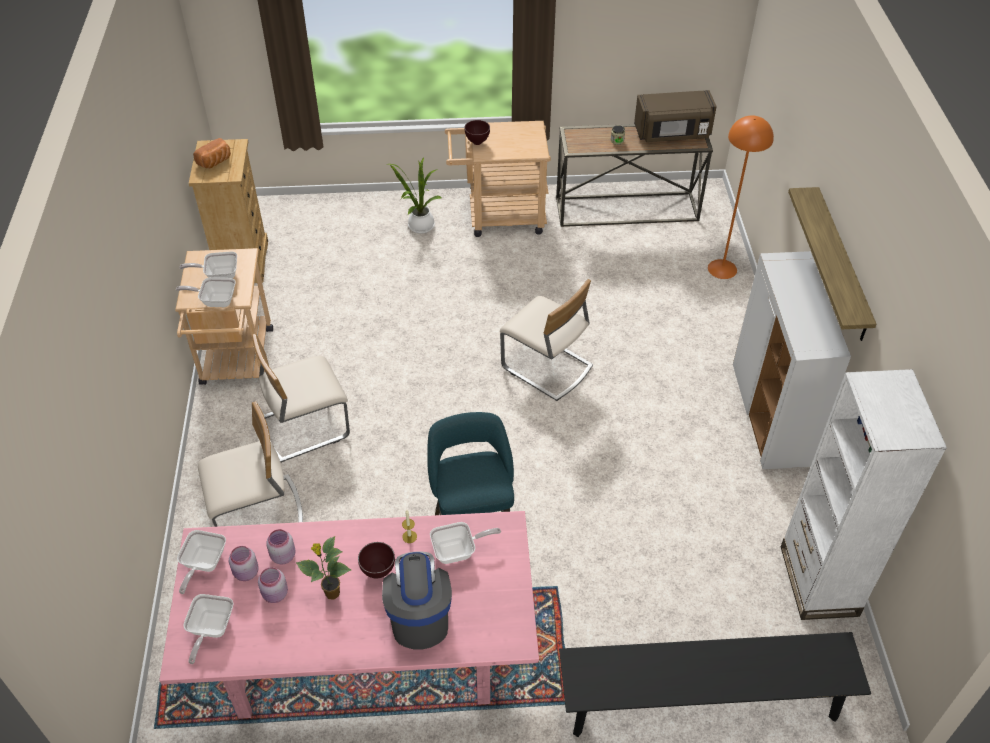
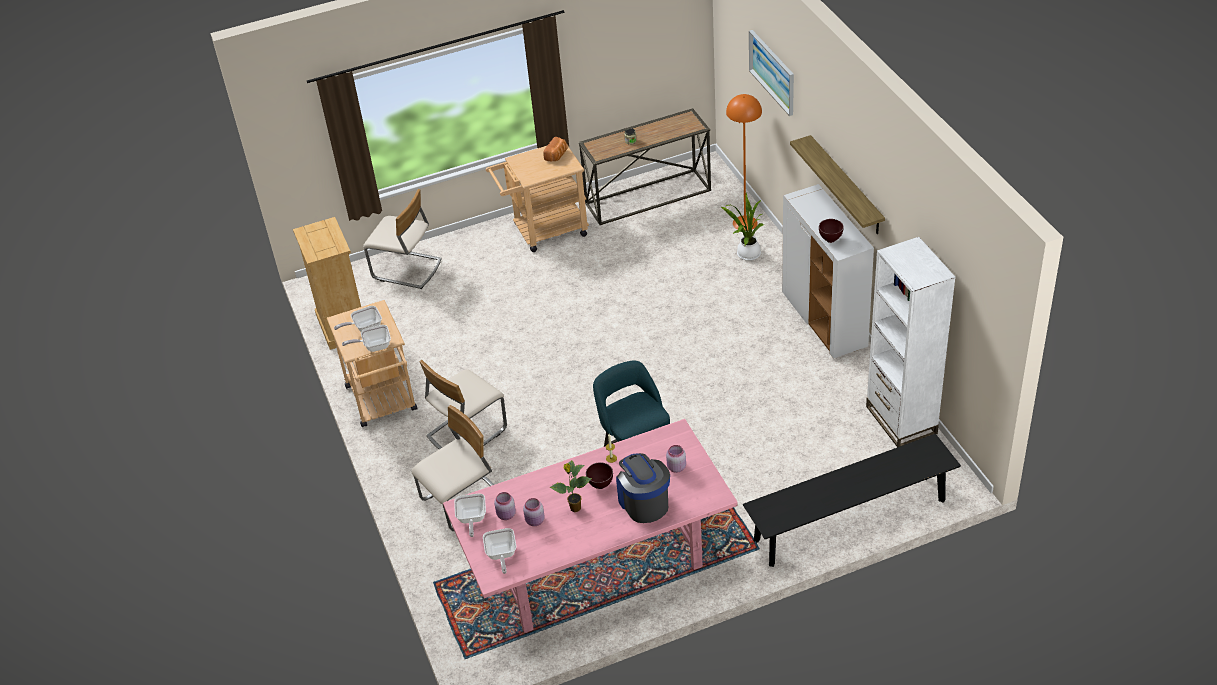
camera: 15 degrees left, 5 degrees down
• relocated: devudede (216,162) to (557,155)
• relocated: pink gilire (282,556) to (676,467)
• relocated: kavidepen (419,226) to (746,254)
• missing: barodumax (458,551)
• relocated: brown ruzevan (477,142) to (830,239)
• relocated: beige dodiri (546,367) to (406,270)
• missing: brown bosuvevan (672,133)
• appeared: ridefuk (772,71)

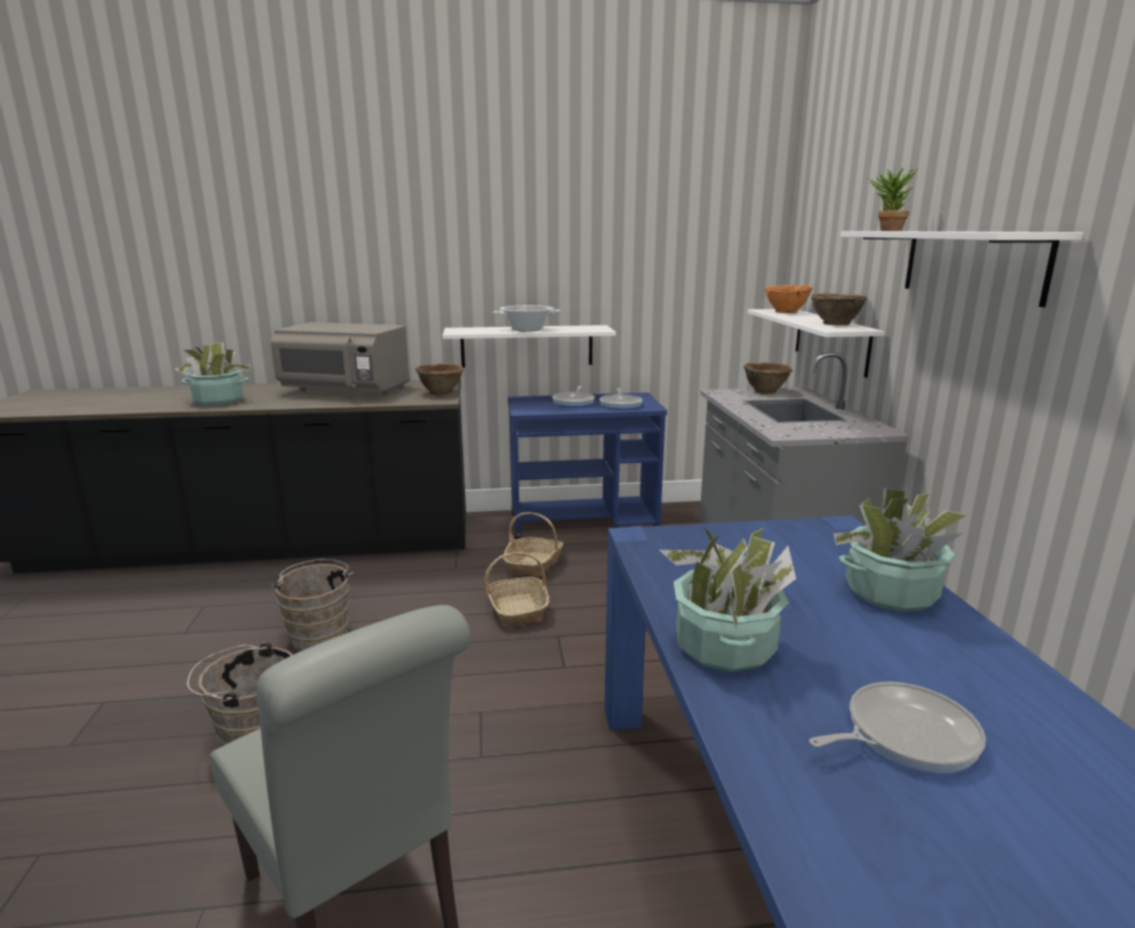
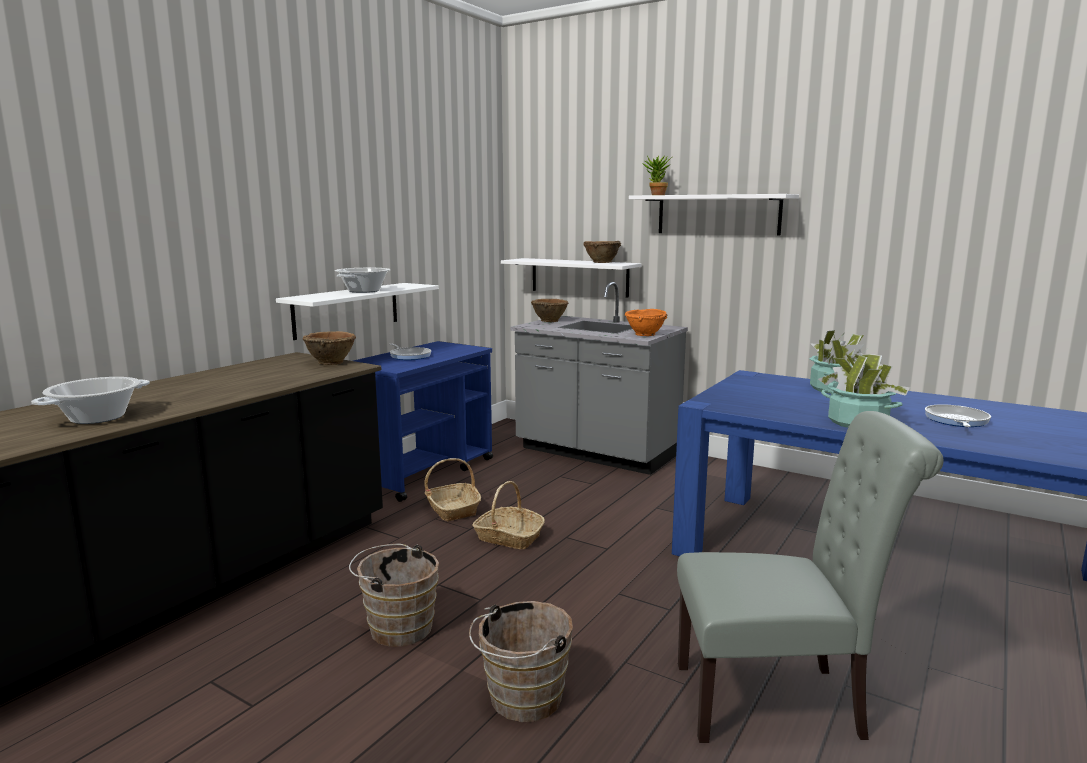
camera: 50 degrees left, 5 degrees down
• exchanged: kavidepen (219,400) to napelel (97,418)
• missing: grey bosuvevan (345,390)
• missing: barodumax (620,404)
• relocated: orange ruzevan (785,312) to (645,334)

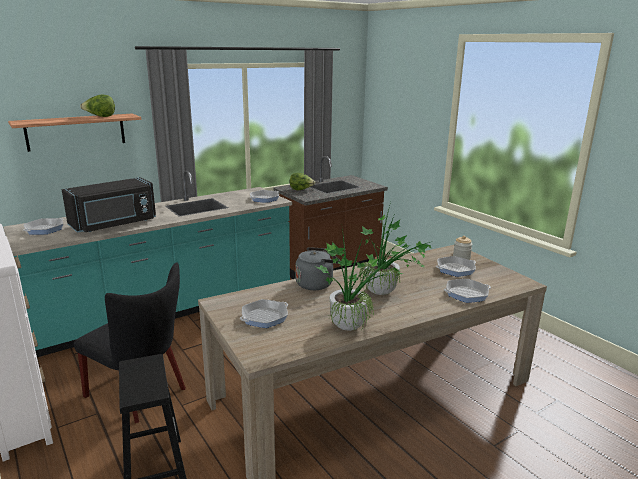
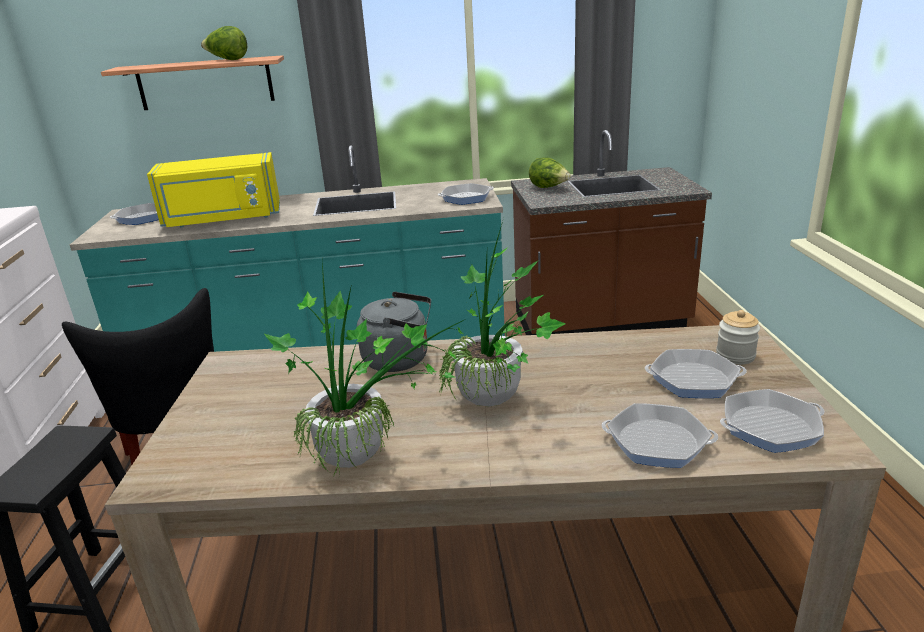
camera: 30 degrees right, 5 degrees up
• colour: black bosuvevan (114,224) to yellow bosuvevan (223,219)
• relocated: barodumax (264,317) to (770,427)

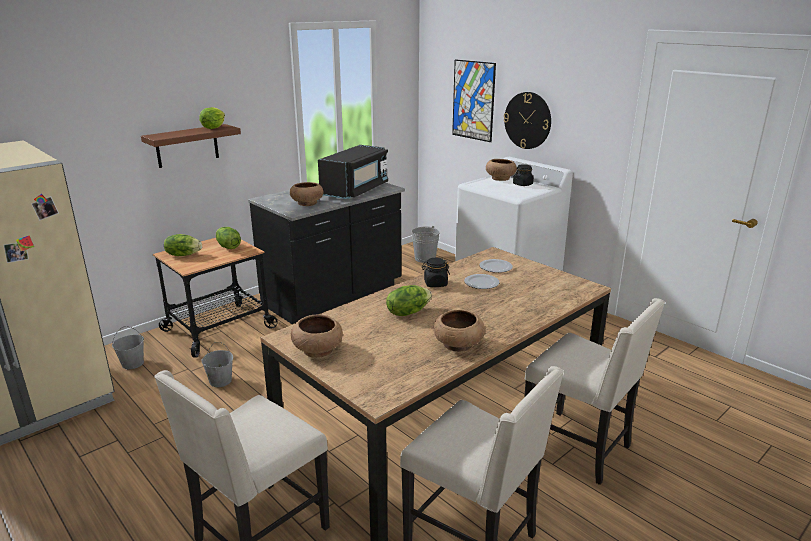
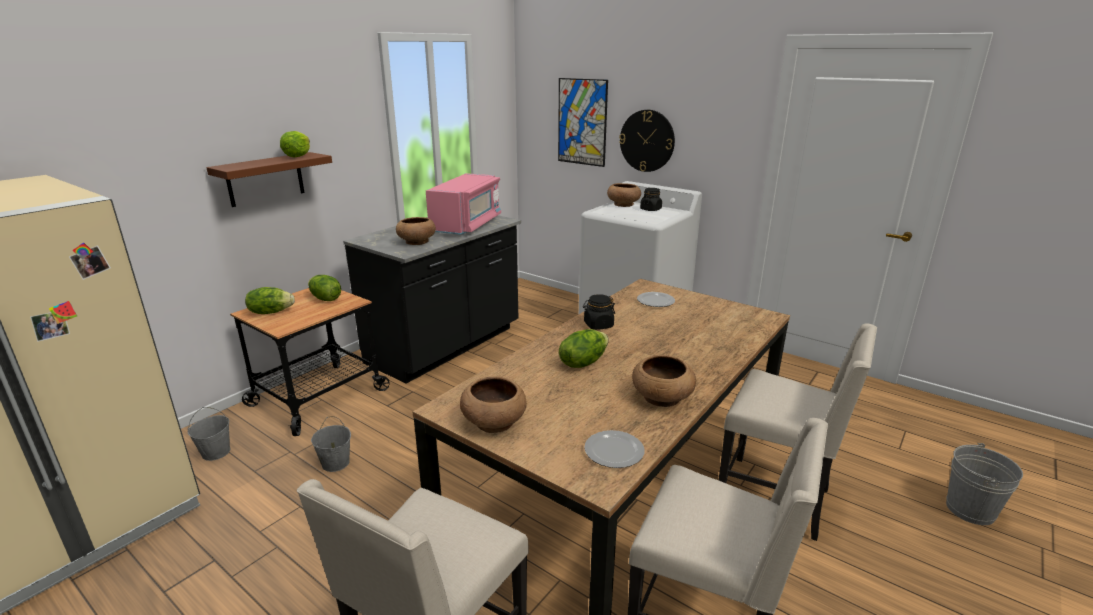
camera: 10 degrees left, 0 degrees up
• colour: black bosuvevan (355,190) to pink bosuvevan (467,225)
• relocated: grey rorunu (425,258) to (970,509)
• relocated: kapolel (481,283) to (614,450)

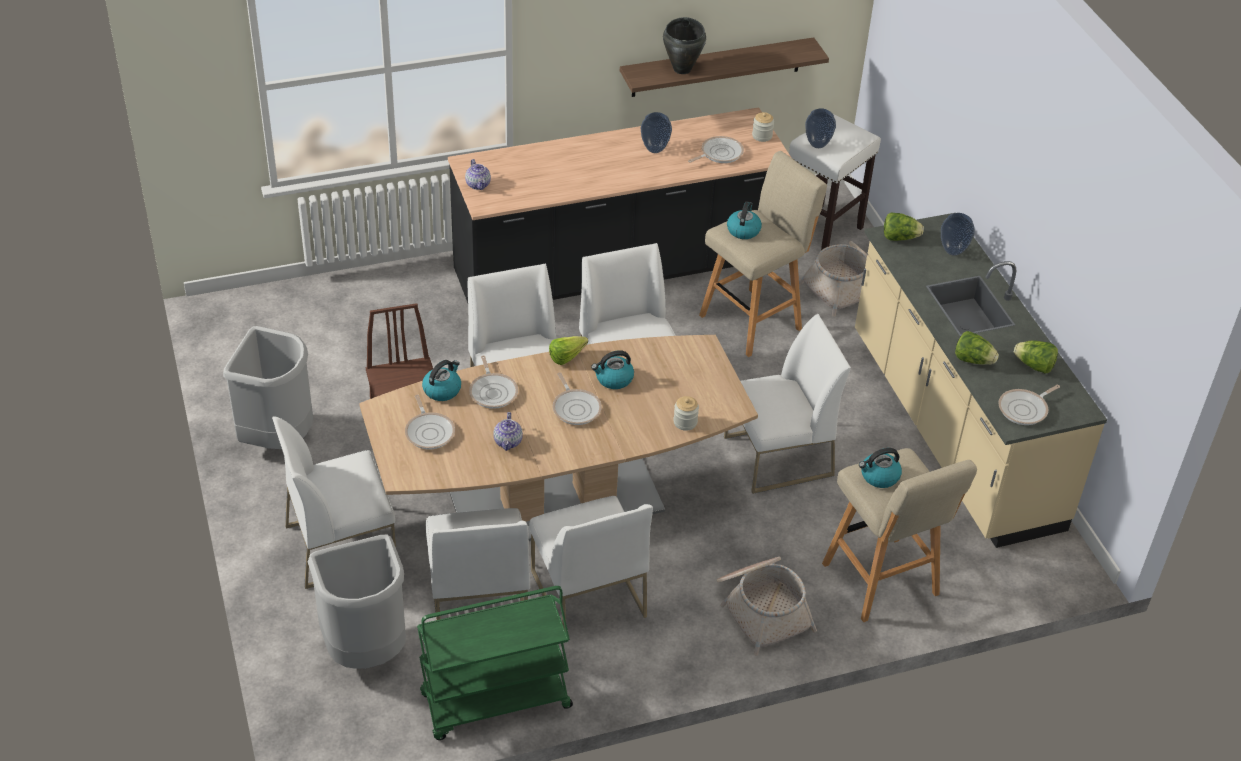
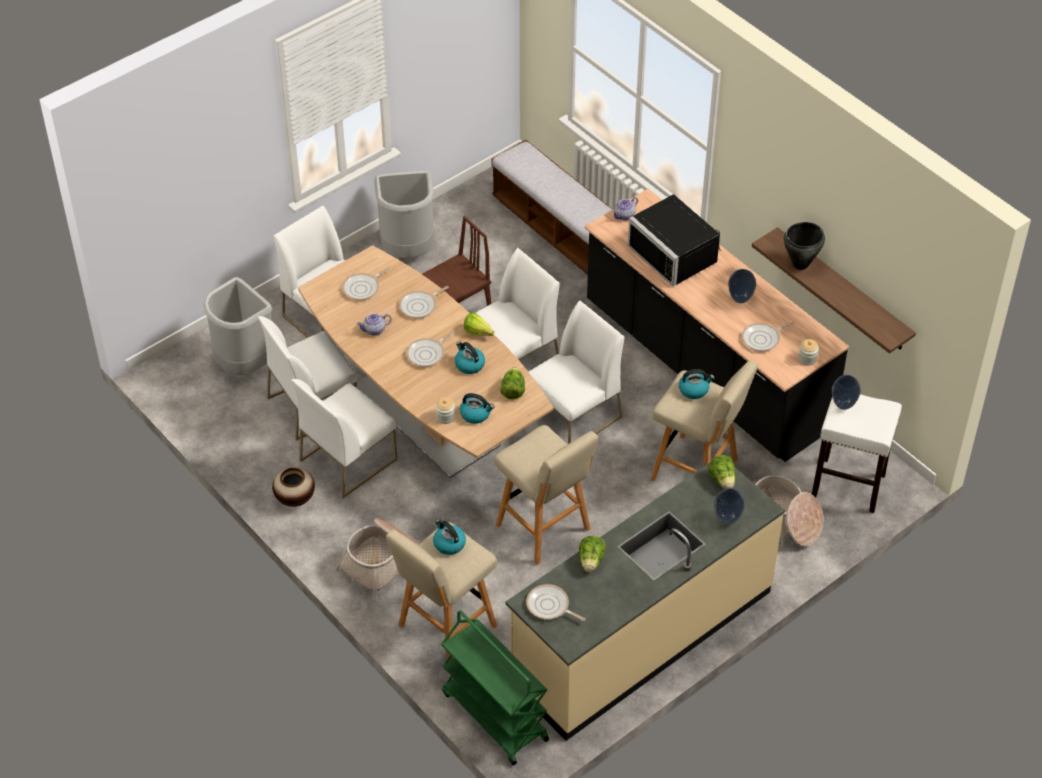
camera: 70 degrees right, 5 degrees up
• relocated: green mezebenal (495,702) to (493,716)
• relocated: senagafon (442,390) to (476,414)
• spun: barodumax (719,153) = (763,339) 120 degrees clockwise
• exchanged: white dodiri (778,457) to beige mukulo (545,529)
• relocated: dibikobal (1034,366) to (513,390)
• appeared: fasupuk (295,498)
• appeared: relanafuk (557,229)
• appeared: black bosuvevan (677,253)

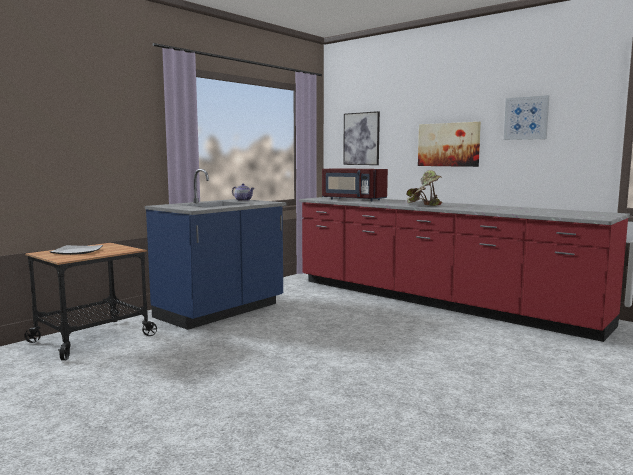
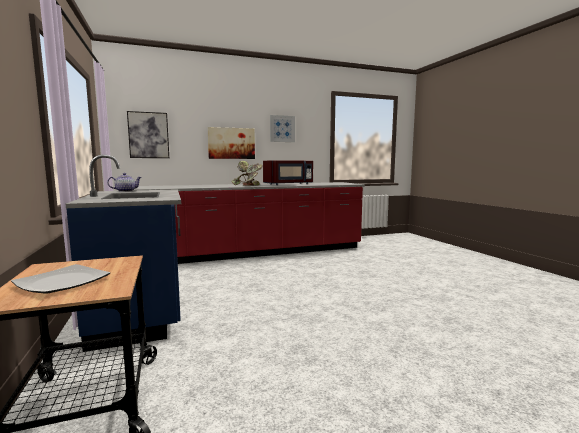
camera: 60 degrees left, 0 degrees up
• relocated: red bosuvevan (353,199) to (289,184)

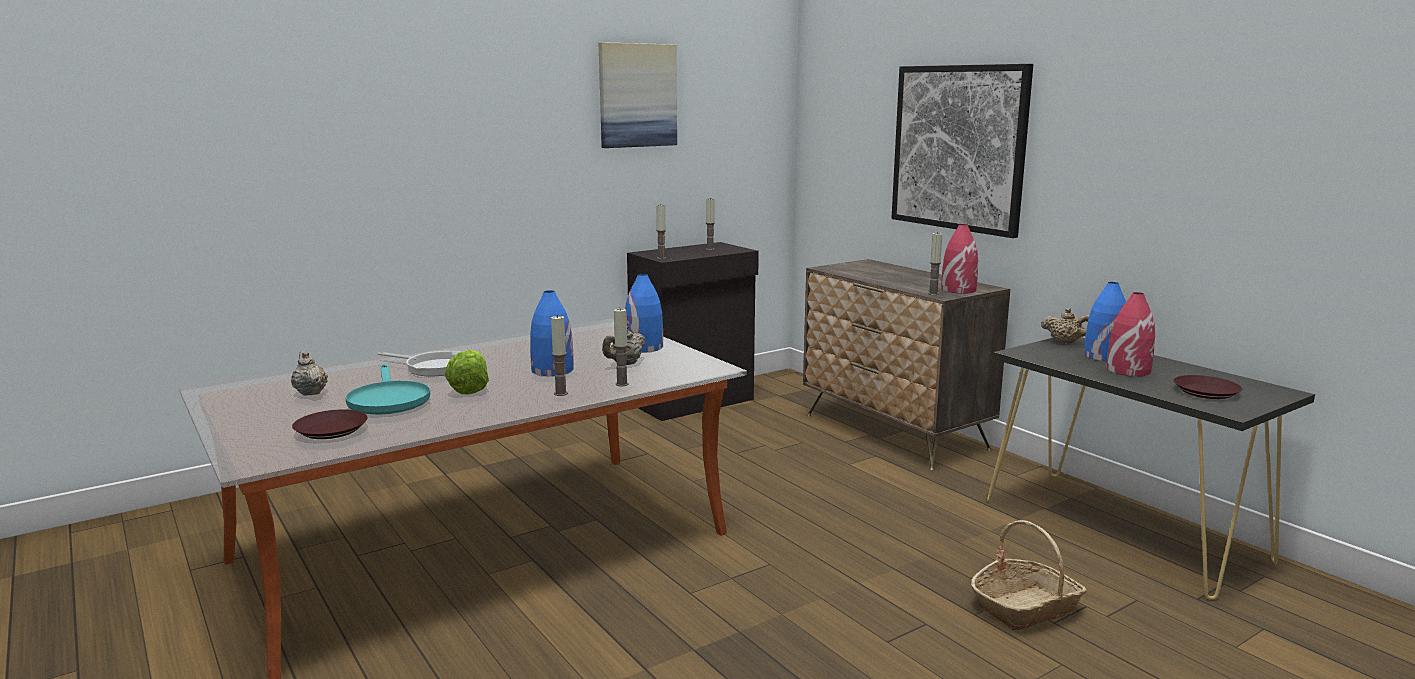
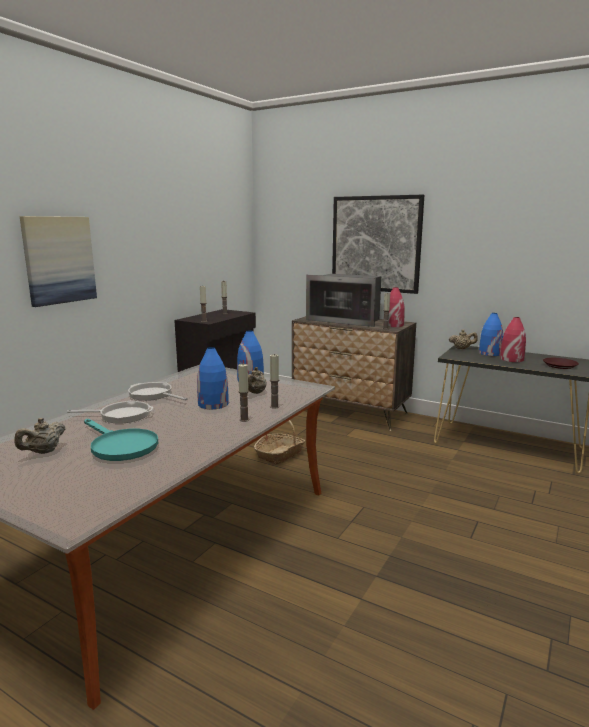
camera: 25 degrees left, 0 degrees up
• spun: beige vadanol (310,392) = (43,452) 90 degrees counterclockwise
• missing: brown kapolel (332,430)
• missing: dibikobal (469,388)
• relocated: ridefuk (637,95) to (59,260)
• relocated: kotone (1026,607) to (280,454)
• appeared: barodumax (152,395)
• appeared: bosuvevan (346,320)

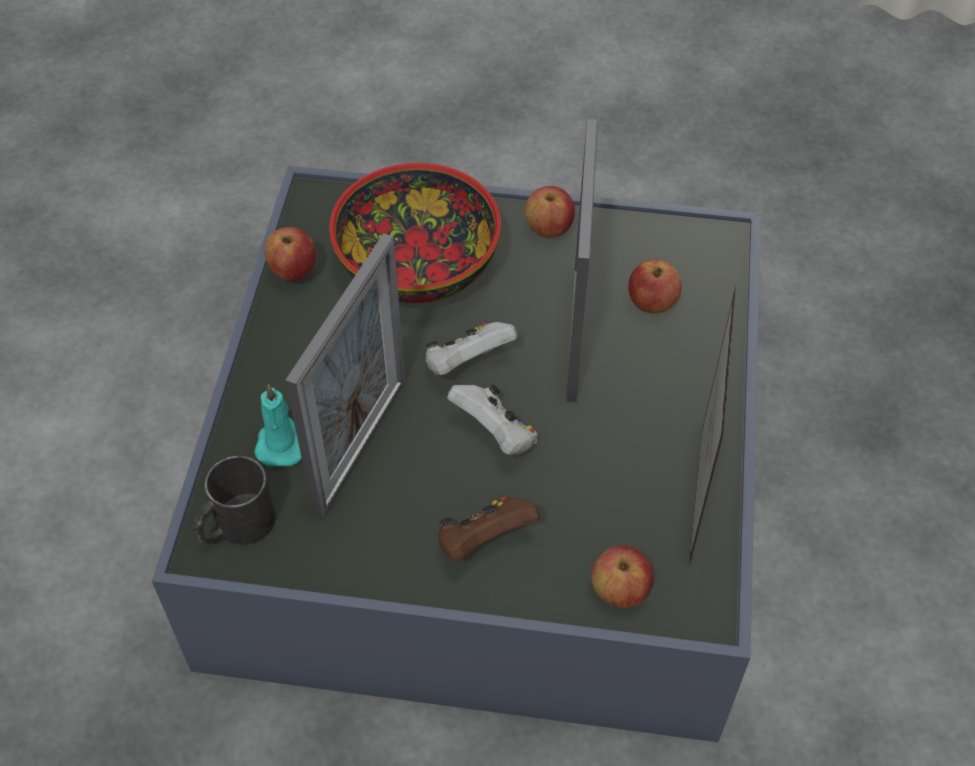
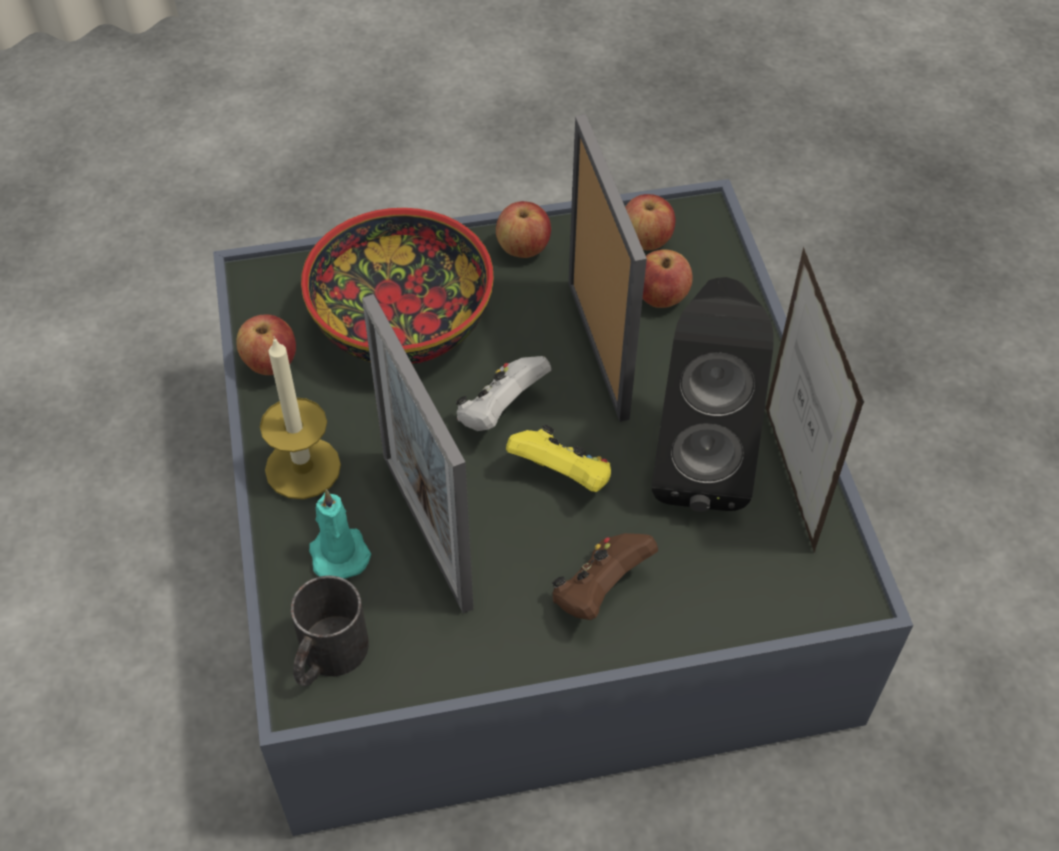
camera: 20 degrees left, 0 degrees up
• spun: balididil (361,446) = (426,530) 150 degrees clockwise
• colour: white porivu (495,434) to yellow porivu (562,476)
• relocated: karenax (619,591) to (645,241)
• appeared: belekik (303,468)
• appeared: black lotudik (700,459)

